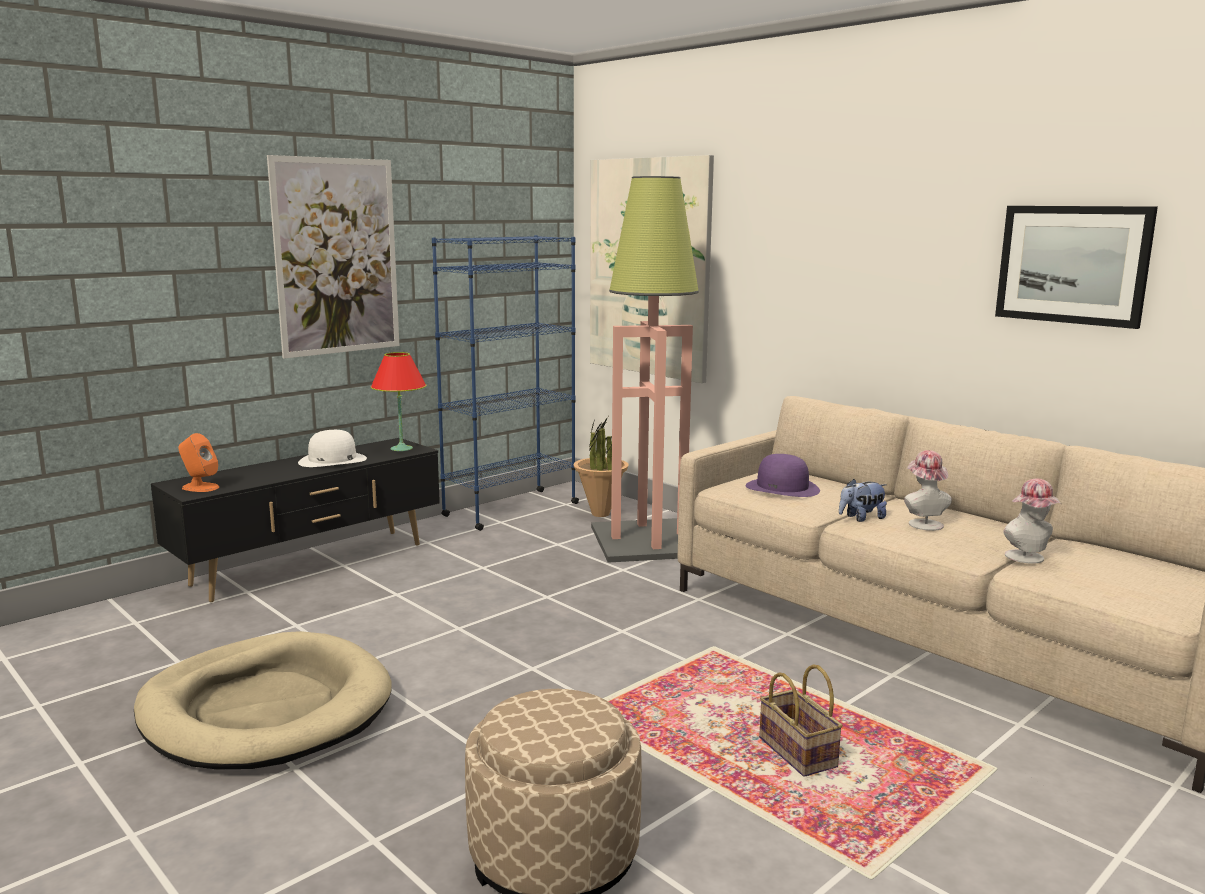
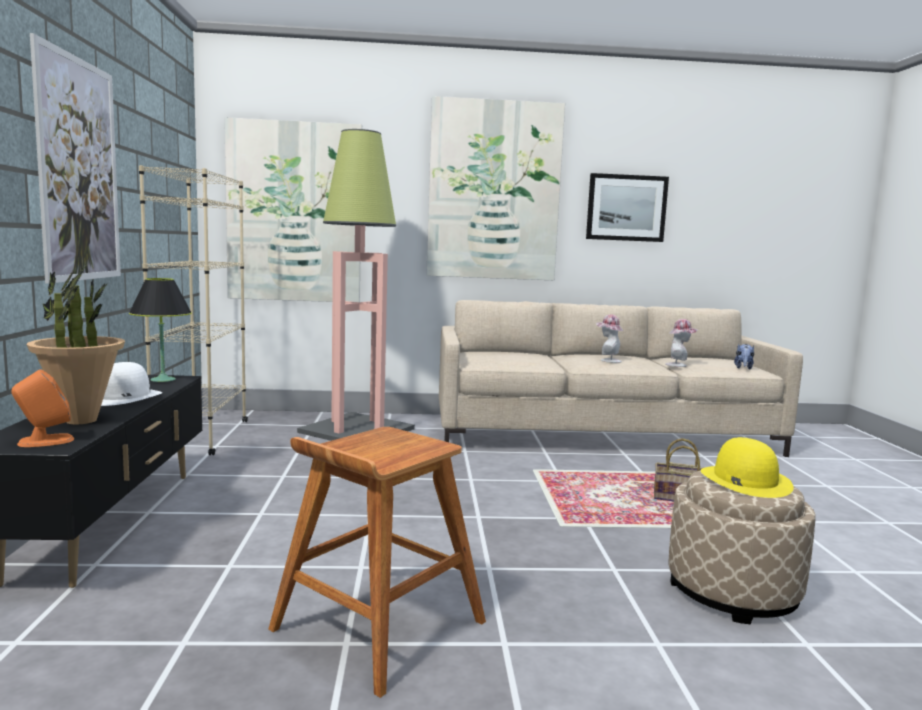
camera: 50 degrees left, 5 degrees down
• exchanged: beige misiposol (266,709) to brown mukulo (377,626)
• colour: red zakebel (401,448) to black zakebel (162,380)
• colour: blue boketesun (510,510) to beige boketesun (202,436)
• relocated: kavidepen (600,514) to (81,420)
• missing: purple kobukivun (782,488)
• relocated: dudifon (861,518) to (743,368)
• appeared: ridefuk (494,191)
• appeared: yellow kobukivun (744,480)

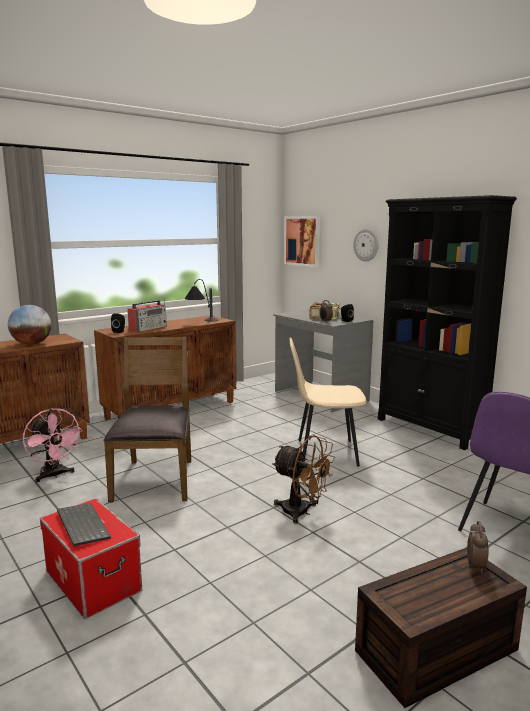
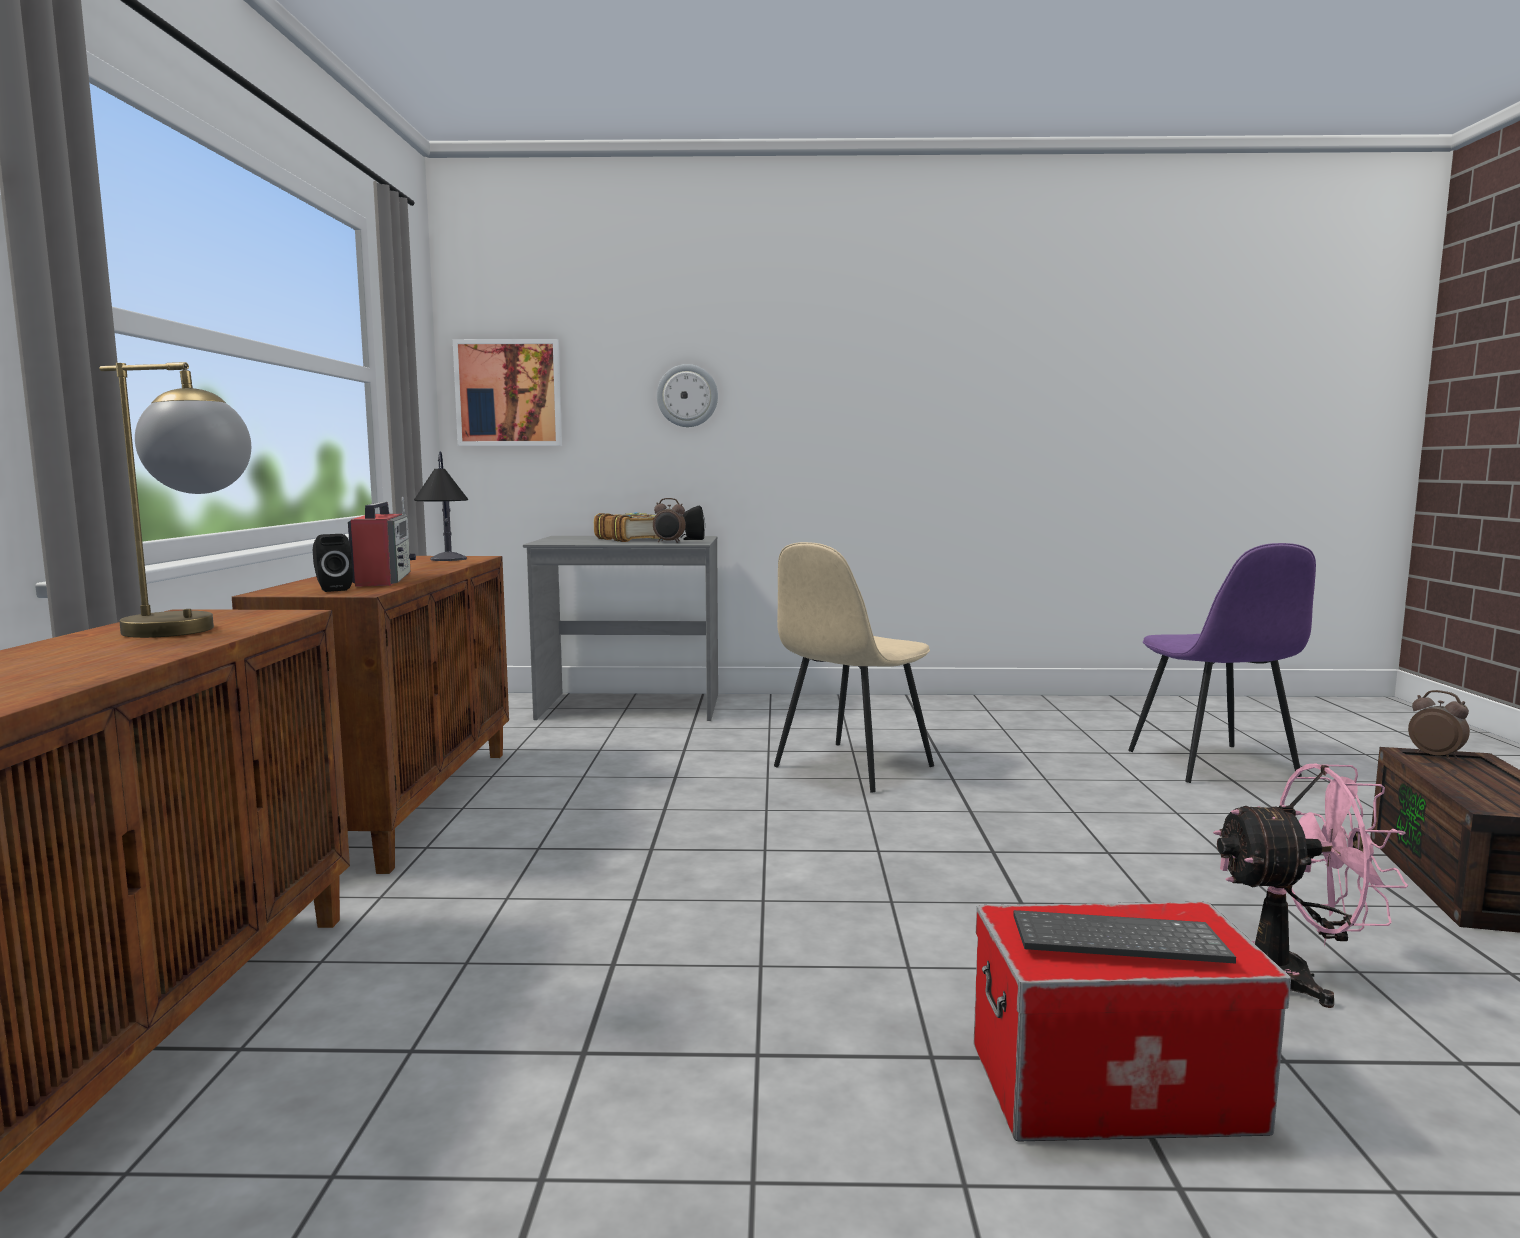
camera: 50 degrees left, 5 degrees down
• exchanged: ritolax (32,344) to zakebel (193,632)
• relocated: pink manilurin (54,475) to (1291,976)
• missing: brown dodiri (155,479)
• missing: brown manilurin (302,512)
• missing: black boketesun (430,429)

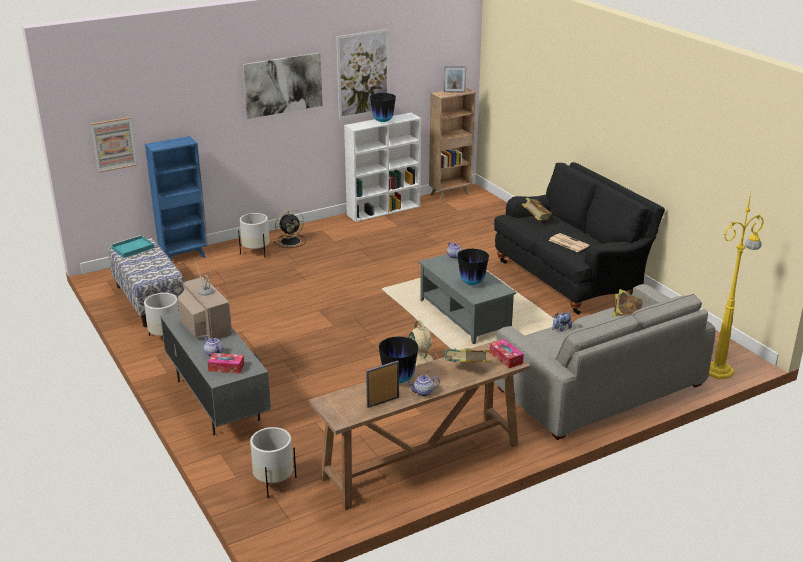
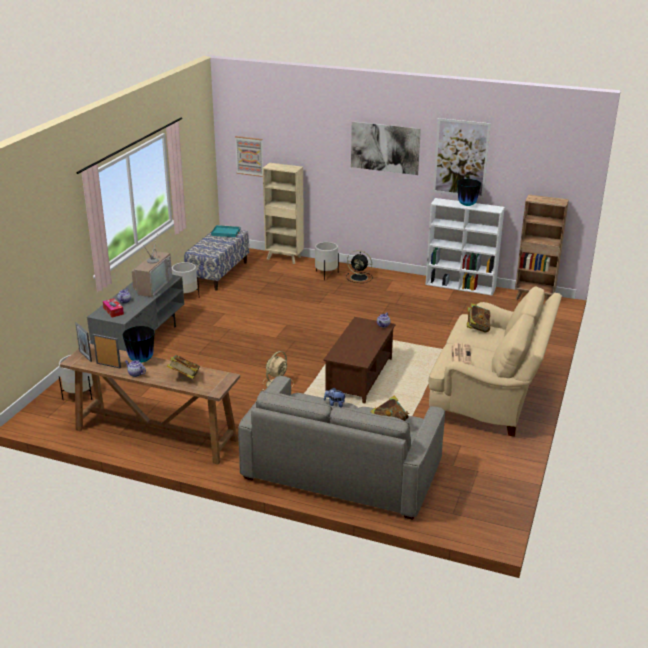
camera: 50 degrees right, 0 degrees up
• colour: blue boketesun (184,257) to beige boketesun (284,258)
• colour: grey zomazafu (465,316) to brown zomazafu (360,377)
• relocated: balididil (454,92) to (85,356)
• missing: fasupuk (472,283)
• missing: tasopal (506,358)
• colour: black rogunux (570,278) to beige rogunux (490,396)
• missing: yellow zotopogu (719,370)

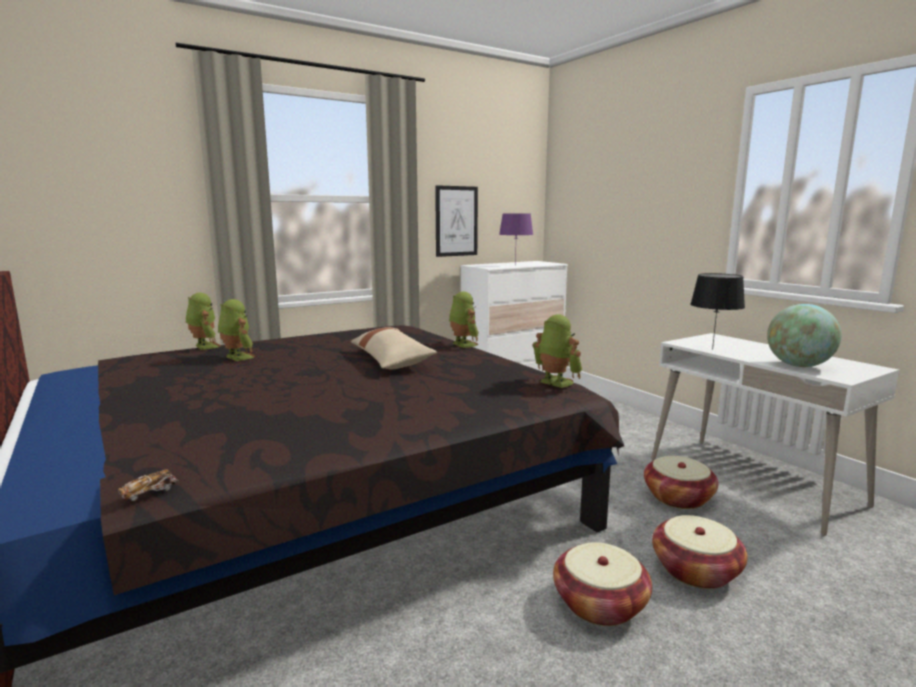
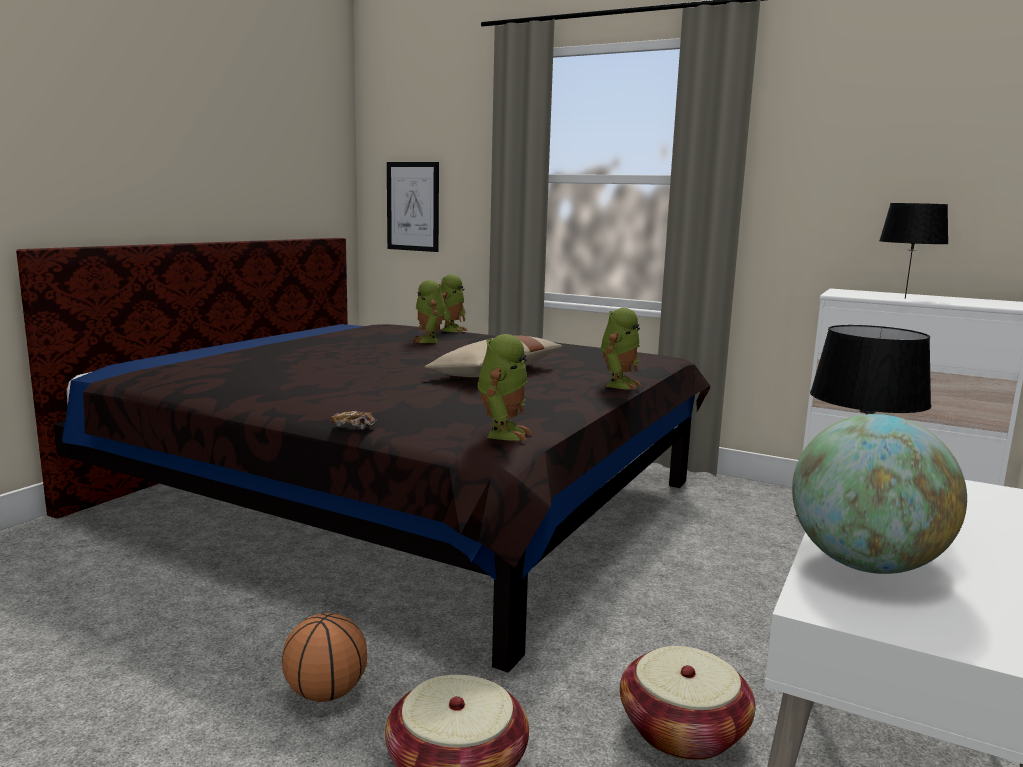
camera: 60 degrees right, 0 degrees up
• relocated: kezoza (149,493) to (353,426)
• spun: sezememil (236,358) = (430,340) 150 degrees clockwise
• relocated: ridefuk (456,221) to (413,206)
• colour: purple zakebel (515,265) to black zakebel (905,299)
• exchanged: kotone (599,604) to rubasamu (326,693)

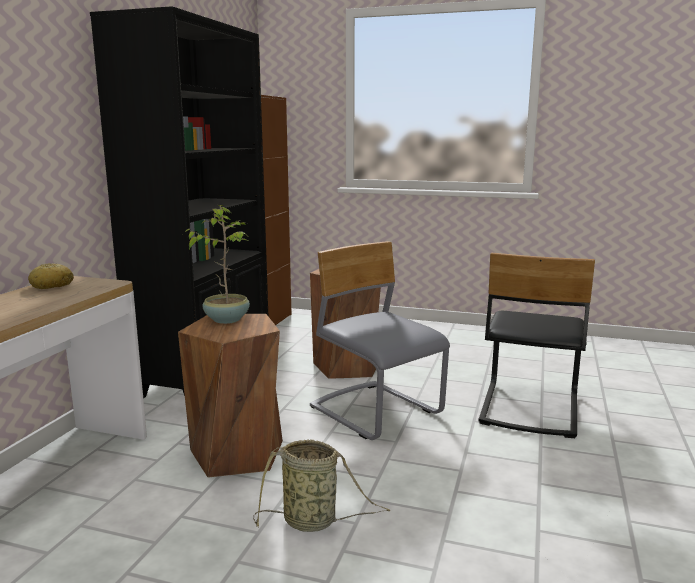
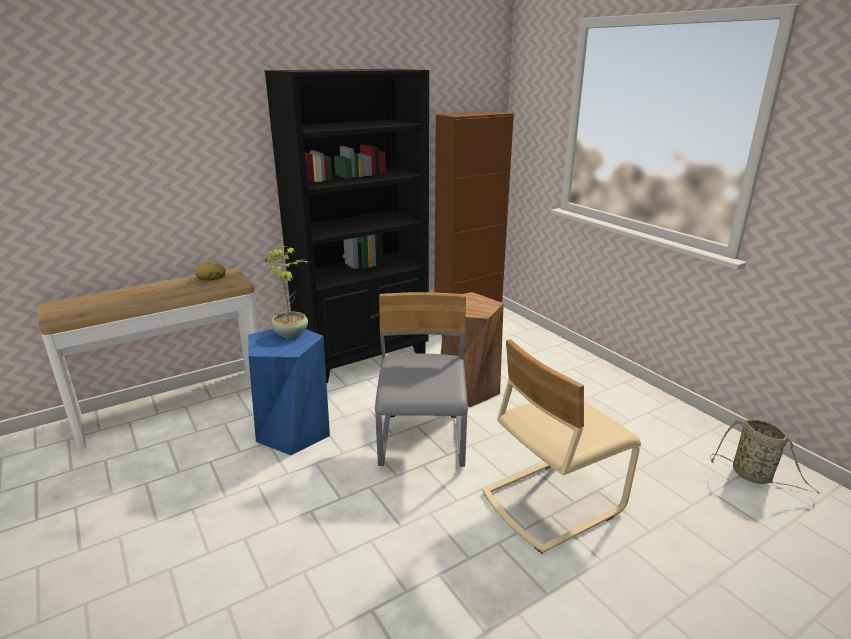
camera: 40 degrees right, 10 degrees up
• colour: brown mukulo (237,453) to blue mukulo (293,432)
• relocated: kotone (313,521) to (754,476)
• colour: black dodiri (528,408) to beige dodiri (551,501)

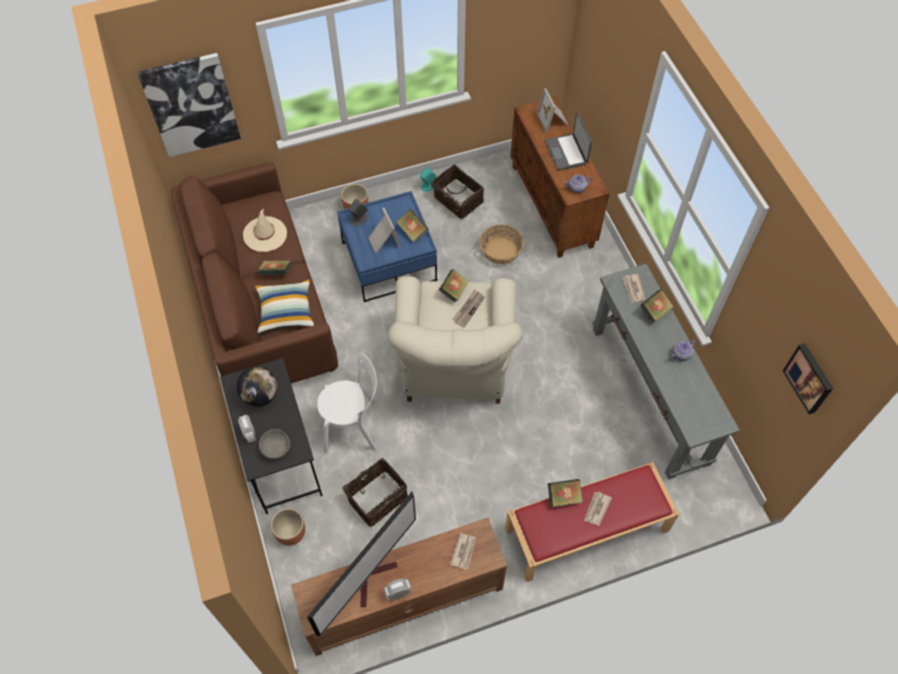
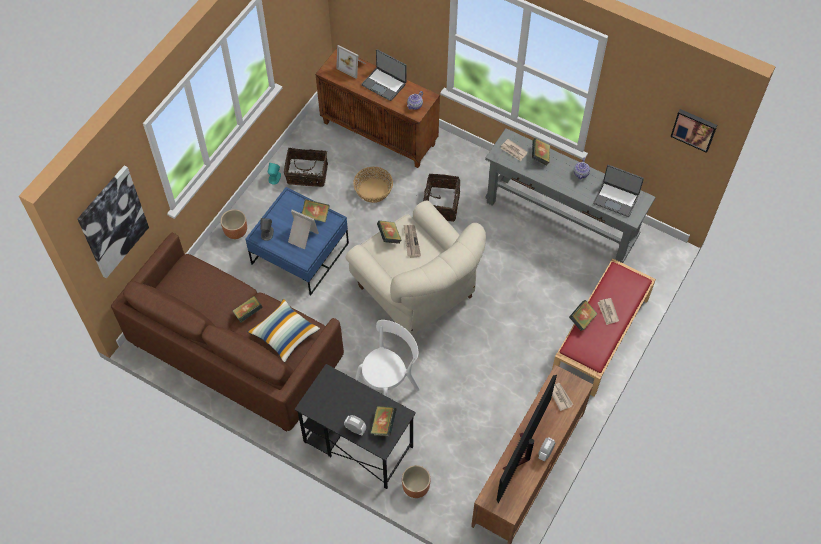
camera: 40 degrees left, 0 degrees up
• missing: ritolax (260,395)
• missing: beige kobukivun (265,234)
• exchanged: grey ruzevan (276,448) to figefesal (383,425)
• spun: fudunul (372,577) = (520,456) 150 degrees counterclockwise
• relocated: kotone (376,497) to (440,204)
• appeared: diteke (616,199)

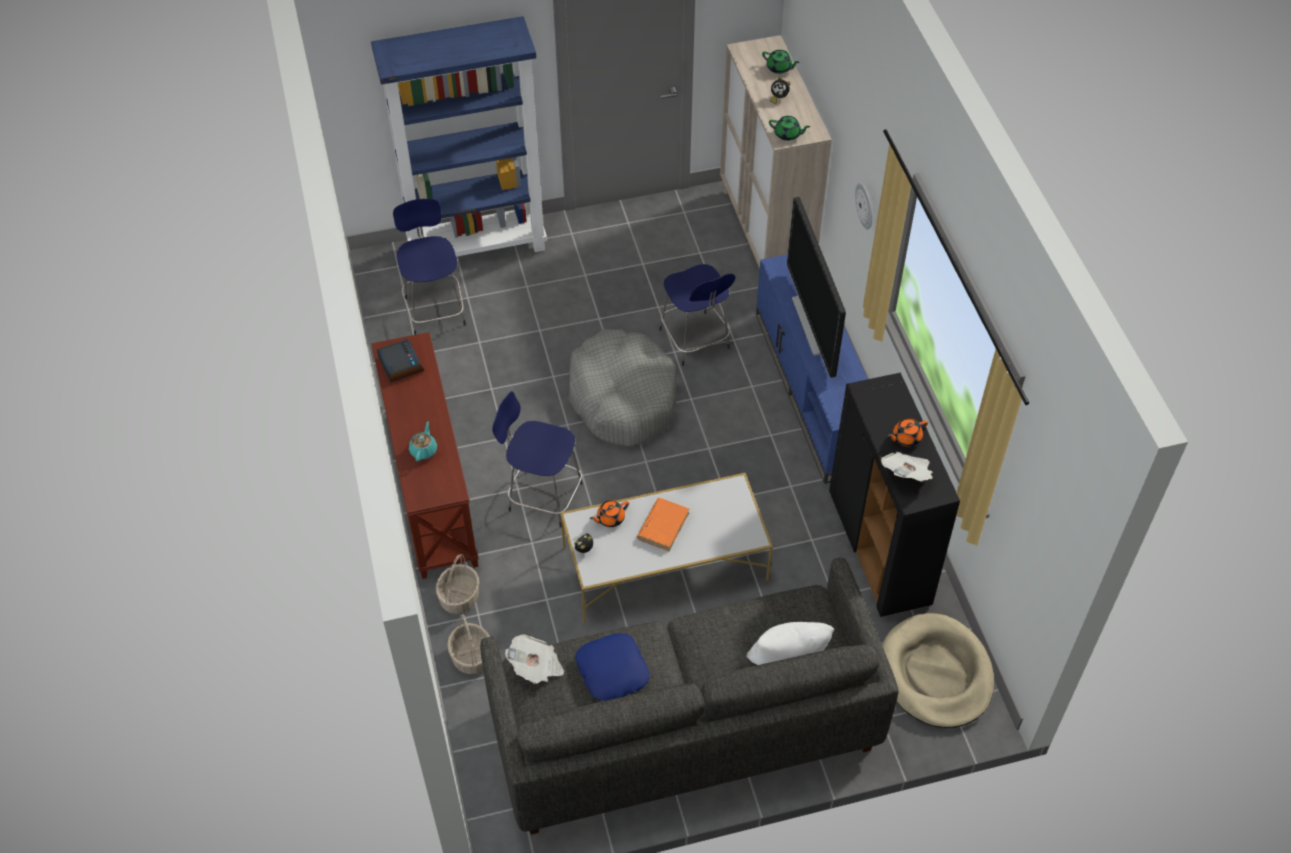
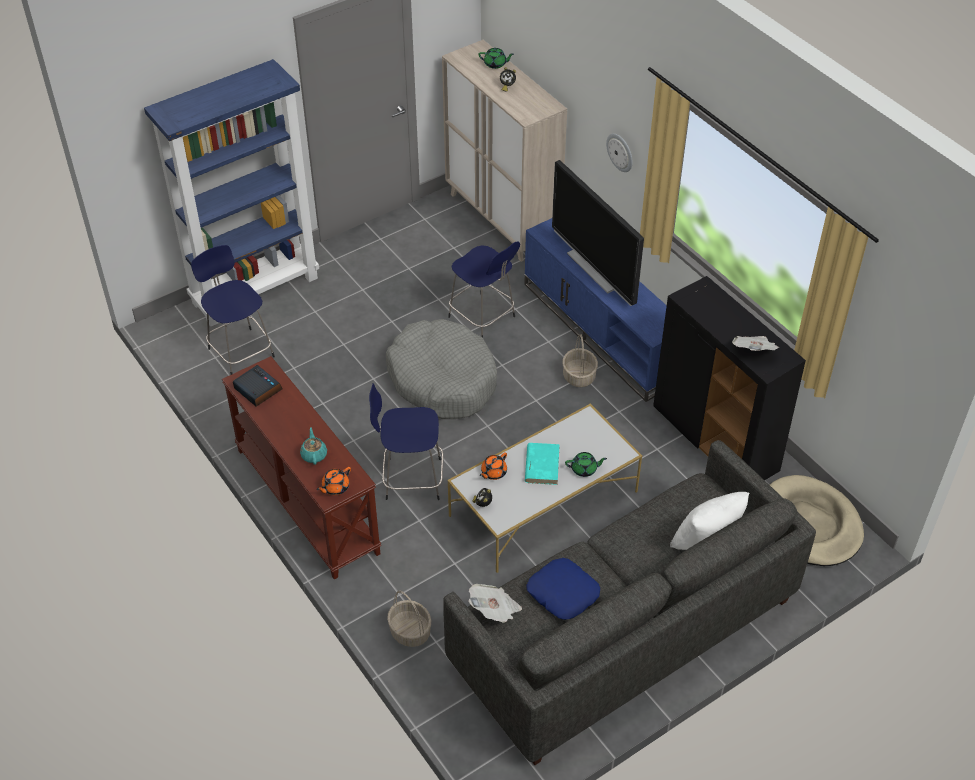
camera: 20 degrees left, 5 degrees down
• relocated: kotone (459,596) to (578,376)
• colour: orange figefesal (663,525) to turquoise figefesal (542,465)
• relocated: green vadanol (787,134) to (584,469)
• relocated: orange vadanol (906,438) to (335,487)

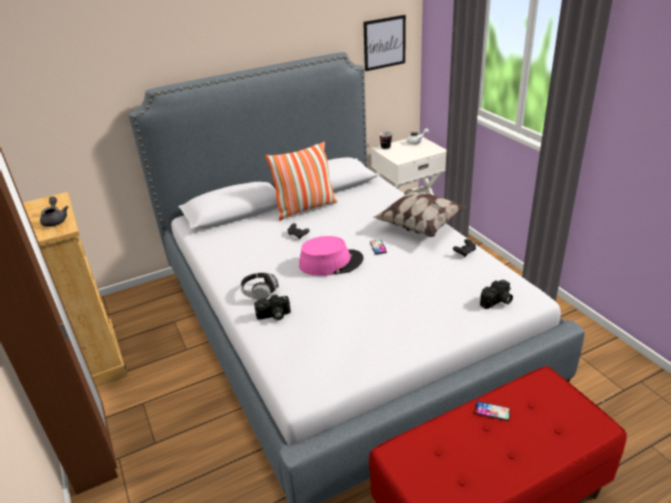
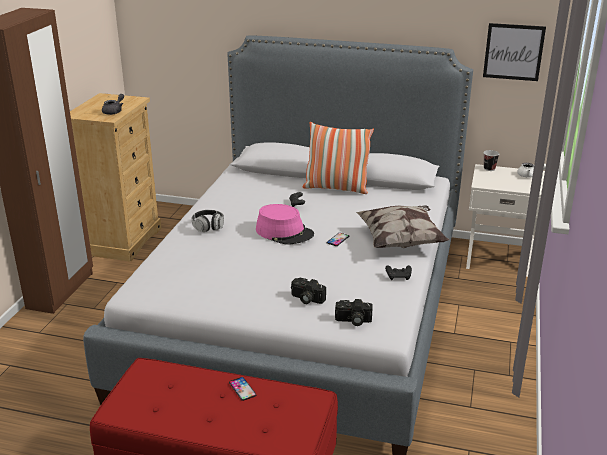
camera: 40 degrees right, 5 degrees down
• relocated: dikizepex (273,316) to (306,299)

